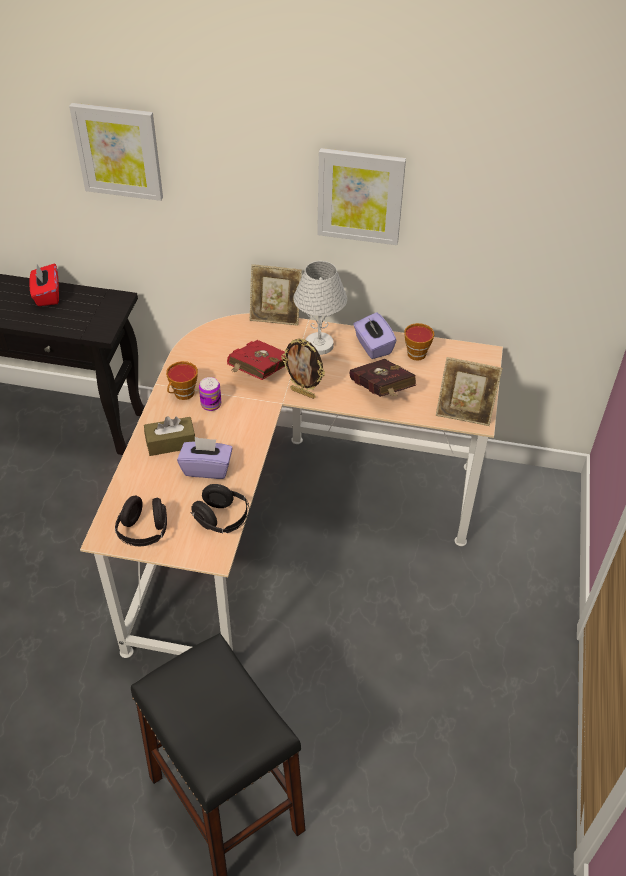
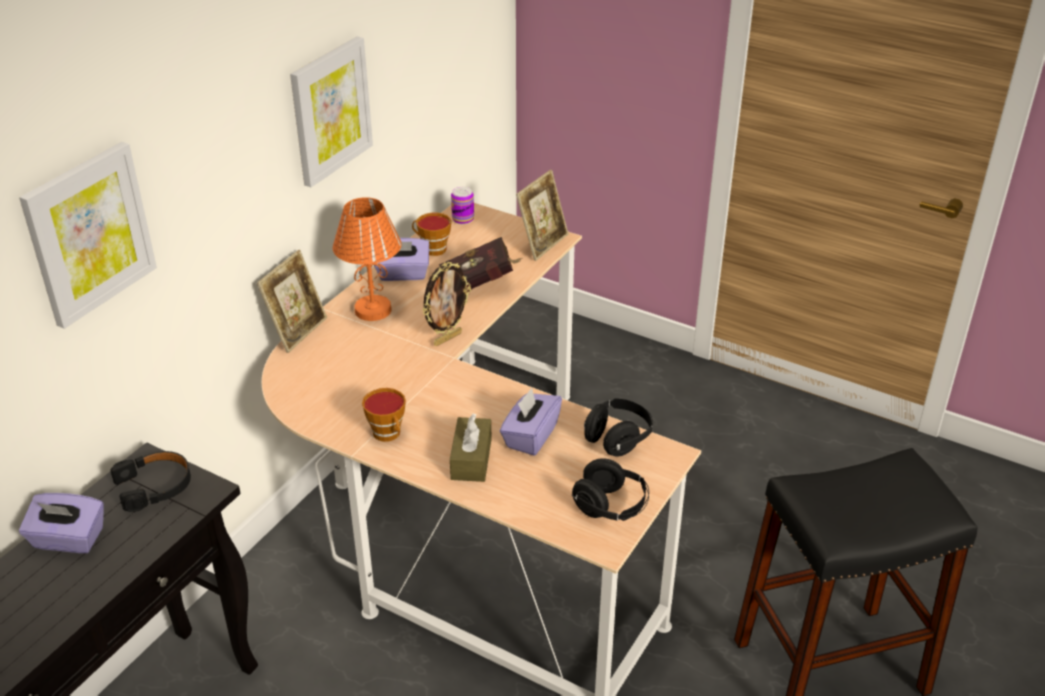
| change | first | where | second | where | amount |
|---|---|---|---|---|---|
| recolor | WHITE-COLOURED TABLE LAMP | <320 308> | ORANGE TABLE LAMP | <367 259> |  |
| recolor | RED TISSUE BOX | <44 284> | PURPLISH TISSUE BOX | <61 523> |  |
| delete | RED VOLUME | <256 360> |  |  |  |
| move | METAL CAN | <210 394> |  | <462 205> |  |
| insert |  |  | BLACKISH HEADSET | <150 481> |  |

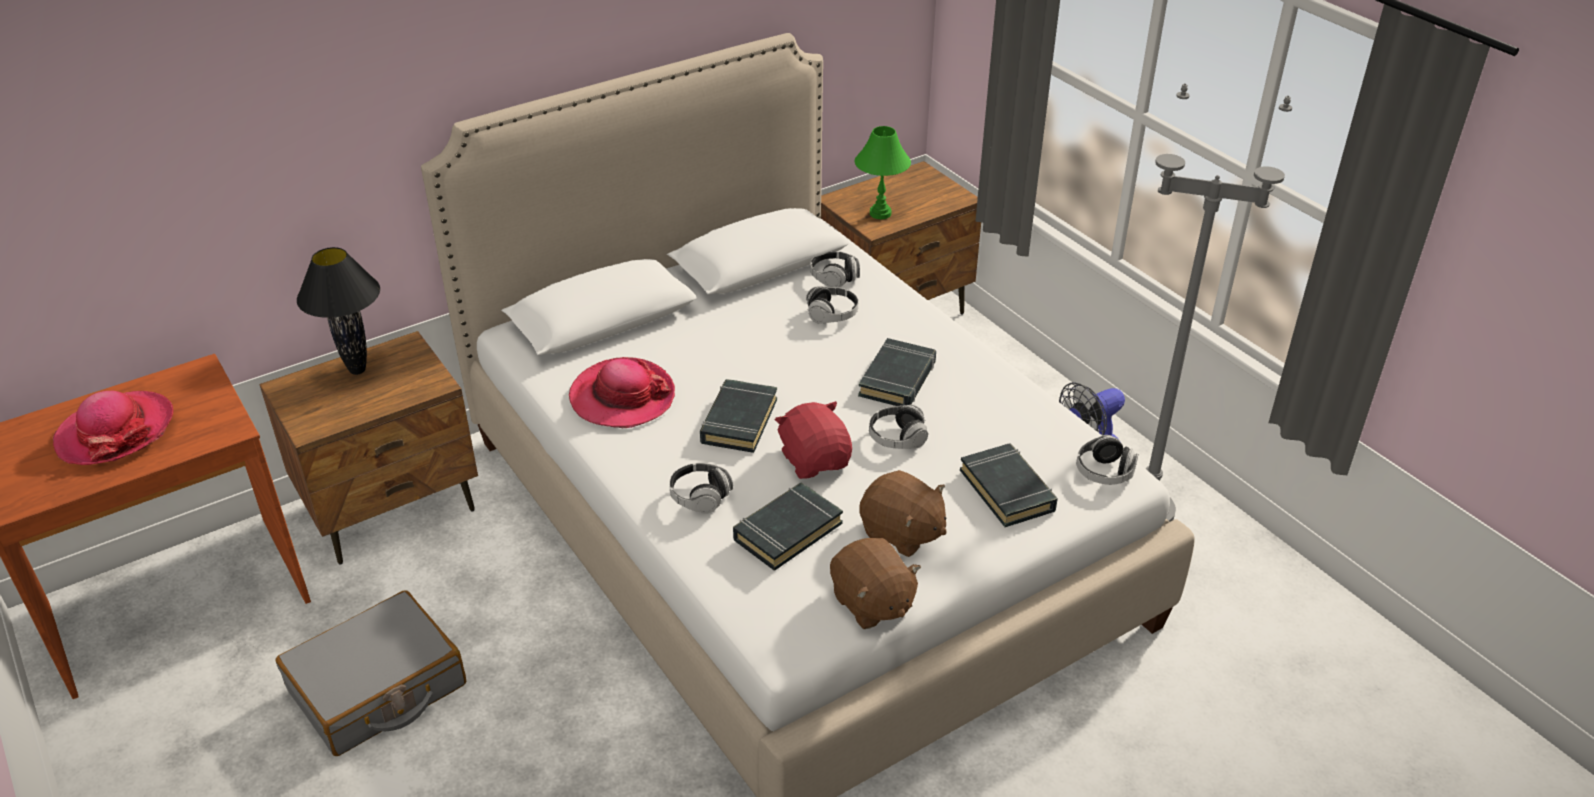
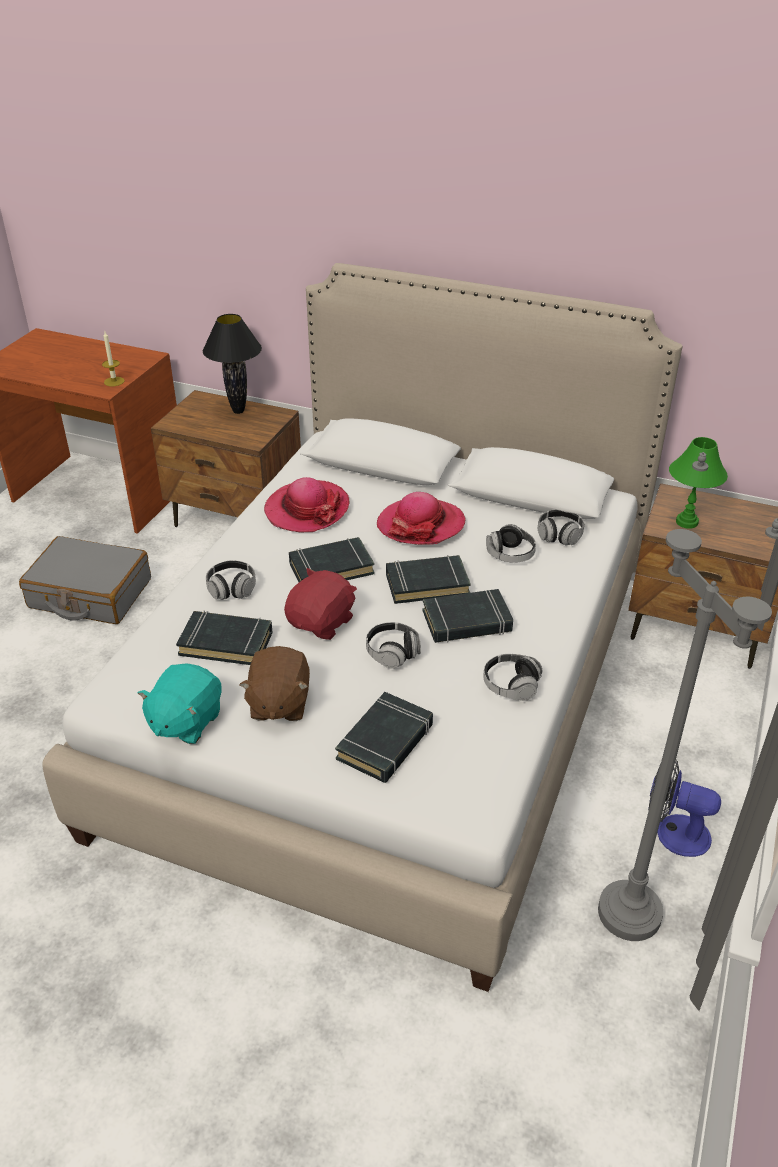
| change | first | where | second | where | amount |
|---|---|---|---|---|---|
| move | CLOTHING HAT | <113 428> |  | <421 518> |  |
| move | HEADSET | <1107 460> |  | <512 677> |  |
| recolor | BROWN-COLOURED CUDDLY TOY | <875 583> | TURQUOISE CUDDLY TOY | <180 703> |  |
| insert |  |  | CANDLE | <113 359> |  |
| insert |  |  | BLACKISH VOLUME | <428 579> |  |

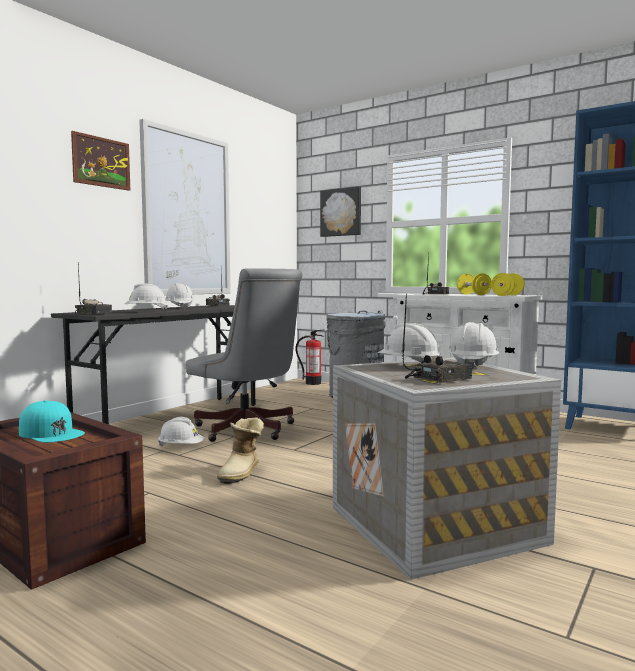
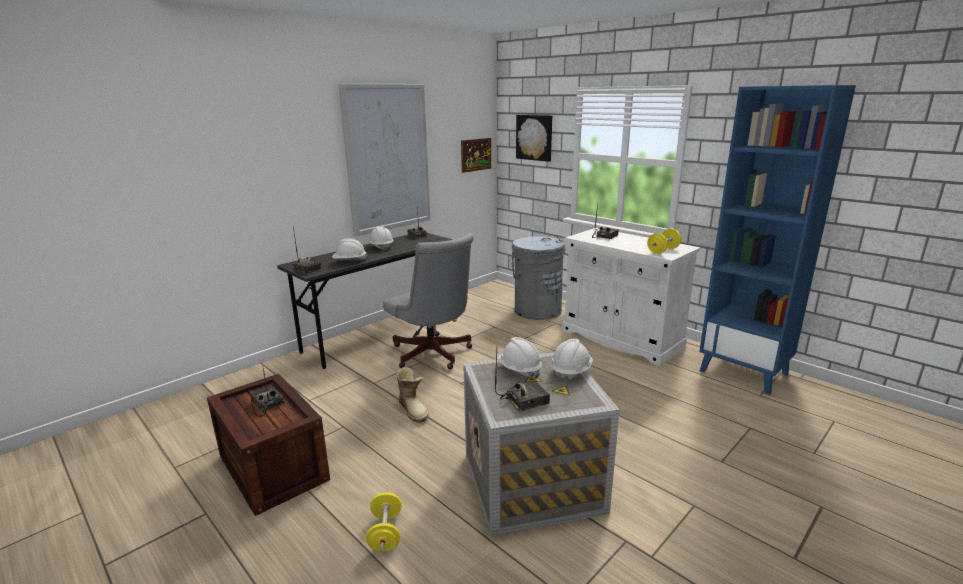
| change | first | where | second | where | amount |
|---|---|---|---|---|---|
| move | WALL ART | <100 161> |  | <476 155> |  |
| move | YELLOW-COLOURED DUMBBELL | <474 284> |  | <384 521> |  |
| delete | FIRE EXTINGUISHER | <310 357> |  |  |  |
| replace | TURQUOISE PEAKED CAP | <52 421> | RADIO RECEIVER | <267 392> |  |
| delete | WHITE-COLOURED SAFETY HELMET | <181 431> |  |  |  |
| rotate | BOOT | <240 451> |  | <412 395> | 60 degrees counterclockwise |

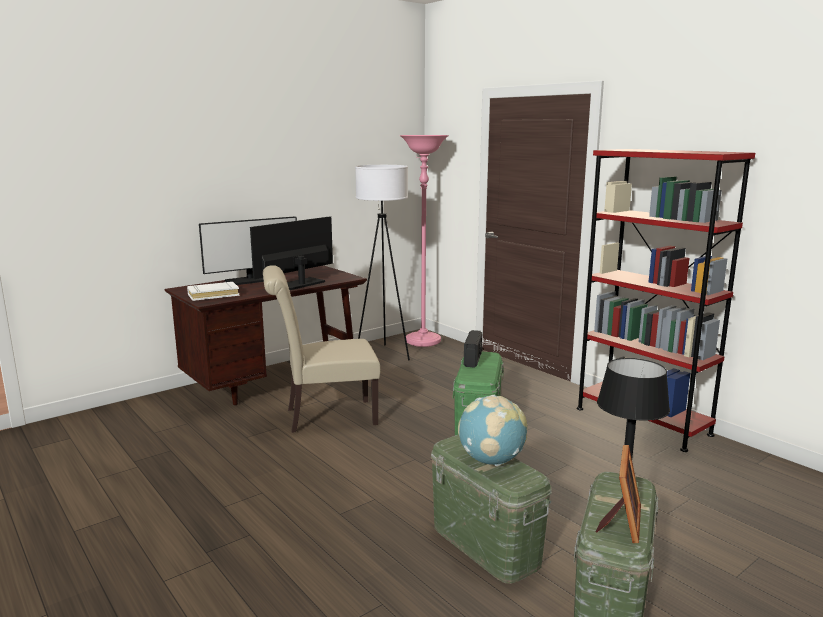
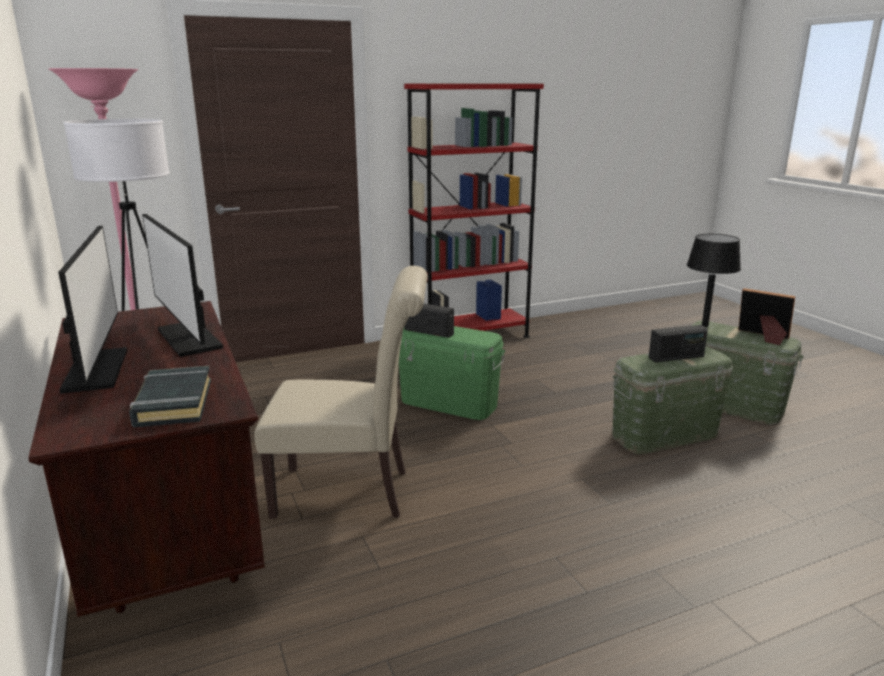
| change | first | where | second | where | amount |
|---|---|---|---|---|---|
| rotate | SAND-COLOURED CHAIR | <322 349> |  | <341 392> | 90 degrees counterclockwise |
| recolor | WHITE-COLOURED VOLUME | <213 291> | BLACKISH VOLUME | <170 396> |  |
| replace | DESK GLOBE | <492 430> | RADIO RECEIVER | <678 343> |  |

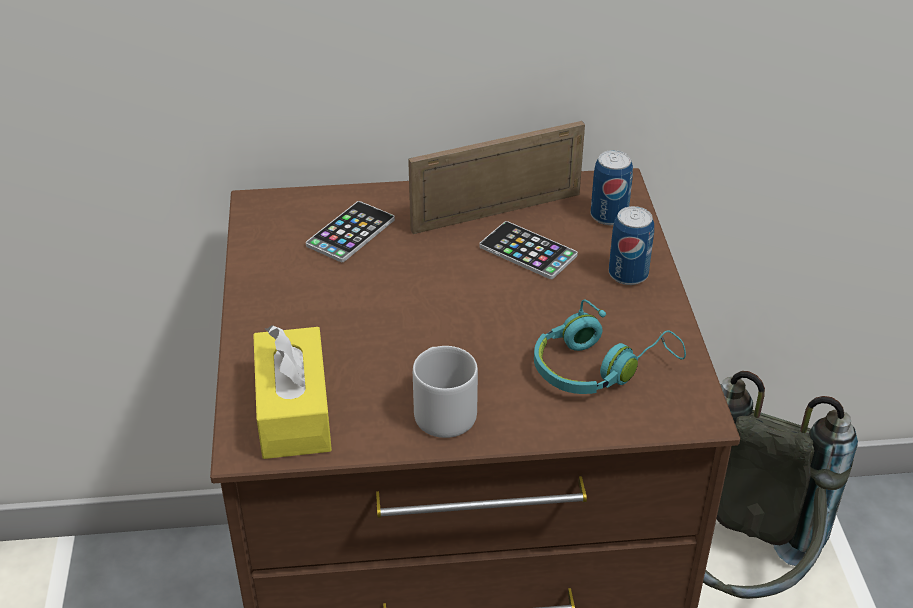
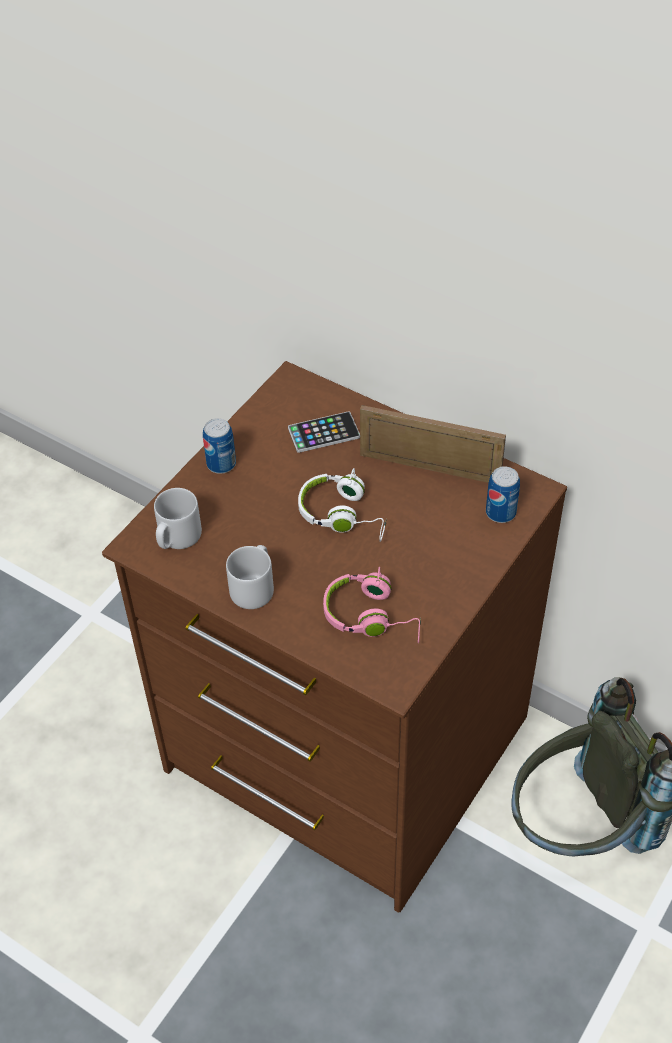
| change | first | where | second | where | amount |
|---|---|---|---|---|---|
| move | METAL CAN | <631 245> |  | <219 446> |  |
| delete | PHONE | <528 250> |  |  |  |
| recolor | TURQUOISE HEADSET | <610 346> | PINK HEADSET | <372 605> |  |
| replace | YELLOW-COLOURED TISSUE BOX | <292 392> | GREY TEA MUG | <178 518> |  |
| insert |  |  | WHITE-COLOURED HEADSET | <342 505> |  |

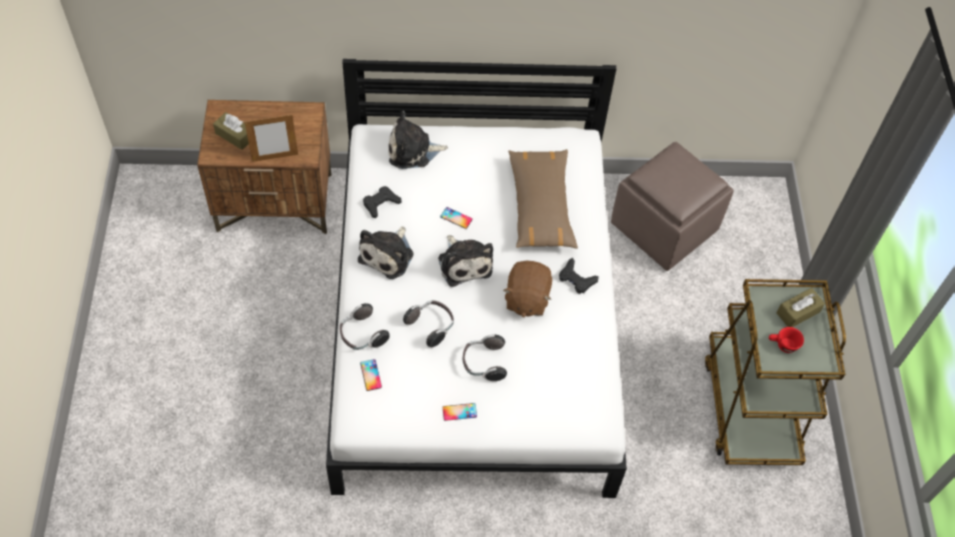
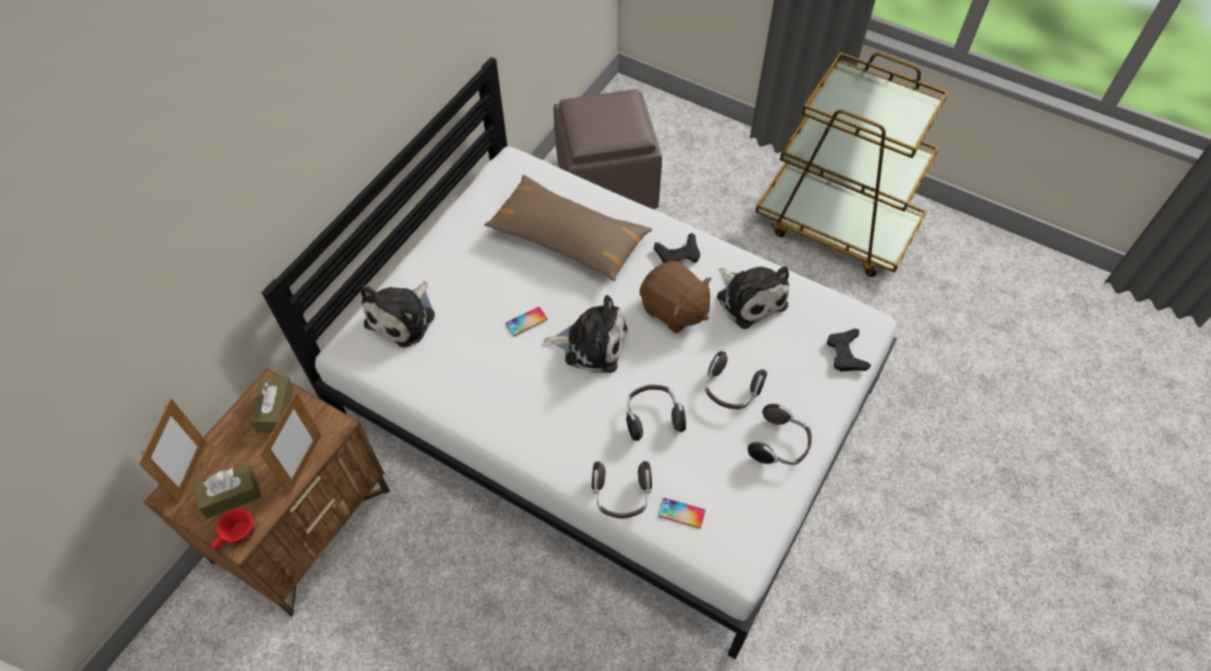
| change | first | where | second | where | amount |
|---|---|---|---|---|---|
| move | BLACKISH JOYPAD | <382 202> |  | <849 350> |  |
| move | CUDDLY TOY | <386 252> |  | <753 297> |  |
| move | BROWN-COLOURED TISSUE BOX | <800 307> |  | <272 404> |  |
| move | RED CUP | <786 340> |  | <233 528> |  |
| replace | PHONE | <460 412> | HEADSET | <780 434> |  |
| insert |  |  | PICTURE FRAME | <173 451> |  |

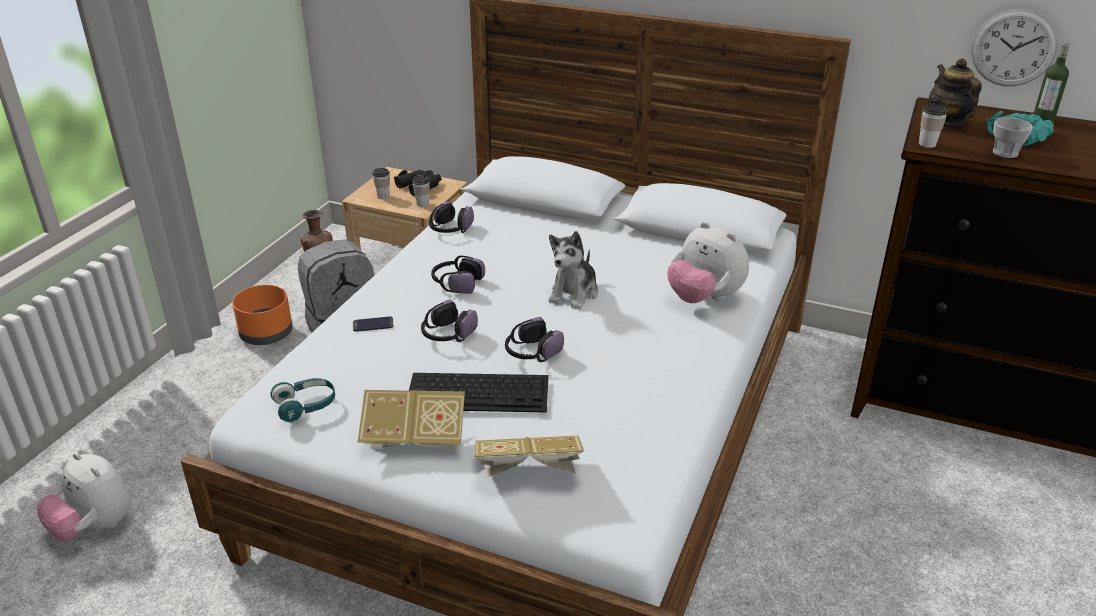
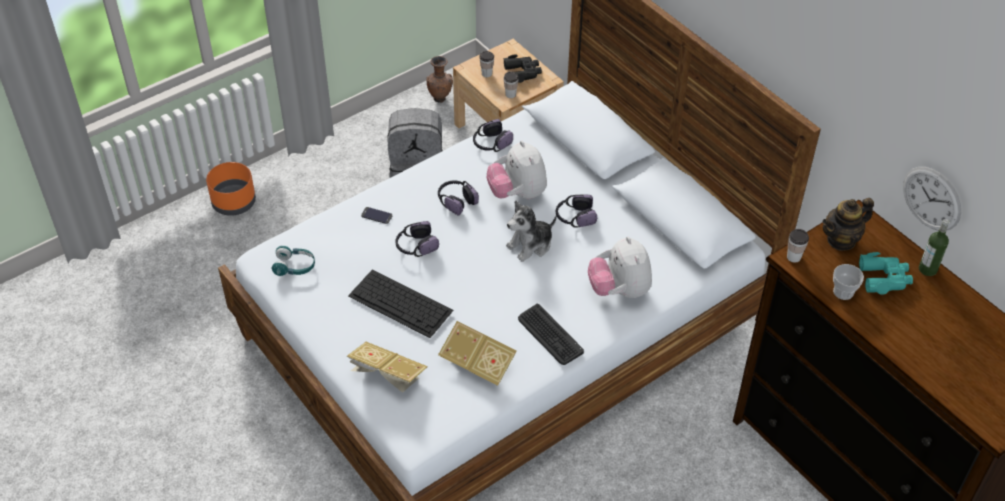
| change | first | where | second | where | amount |
|---|---|---|---|---|---|
| rotate | TEA POT | <955 93> |  | <848 224> | 135 degrees counterclockwise |
| move | ORANGE FLOWER POT | <262 315> |  | <231 189> |  |
| move | HEADSET | <534 339> |  | <576 211> |  |
| move | VOLUME | <411 420> |  | <477 353> |  |
| move | CUDDLY TOY | <84 496> |  | <517 170> |  |
| insert |  |  | COMPUTER KEYBOARD | <551 334> |  |

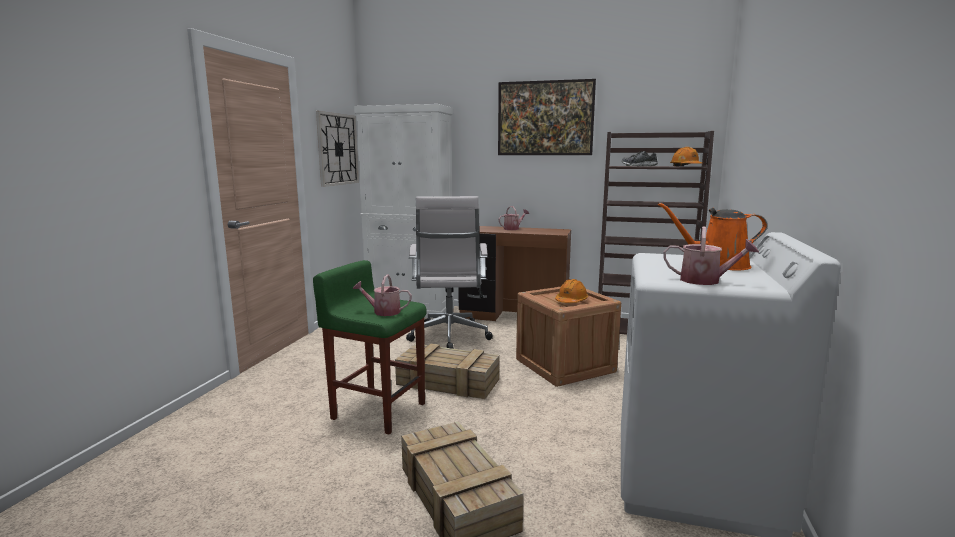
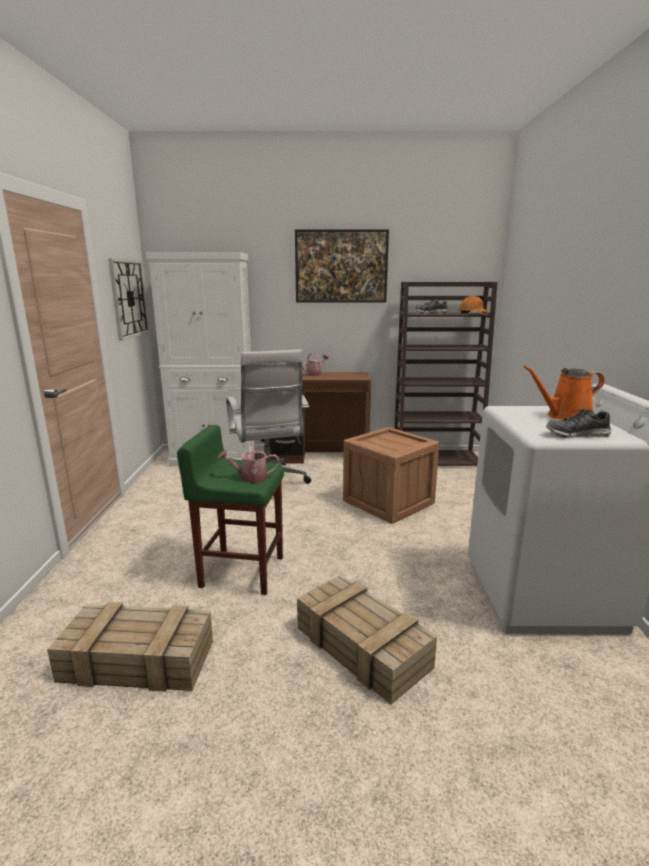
| change | first | where | second | where | amount |
|---|---|---|---|---|---|
| replace | WATERING POT | <711 256> | ITEM OF FOOTWEAR | <579 423> |  |
| delete | ORANGE SAFETY HELMET | <571 291> |  |  |  |
| move | CRATE | <447 371> |  | <130 647> |  |

